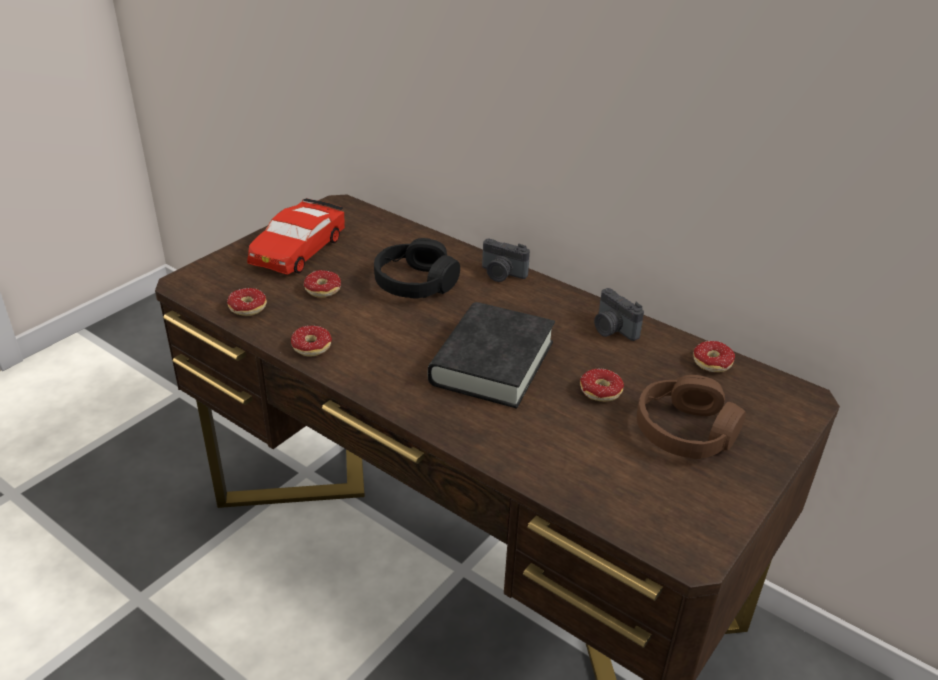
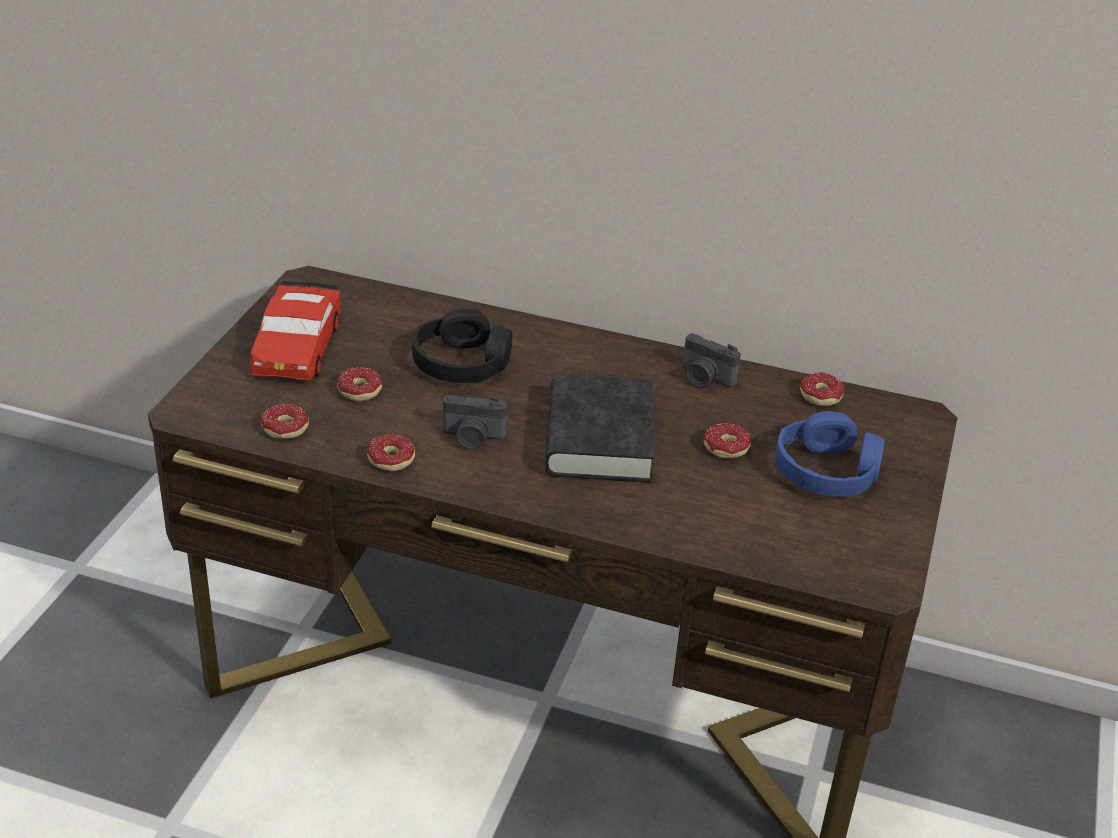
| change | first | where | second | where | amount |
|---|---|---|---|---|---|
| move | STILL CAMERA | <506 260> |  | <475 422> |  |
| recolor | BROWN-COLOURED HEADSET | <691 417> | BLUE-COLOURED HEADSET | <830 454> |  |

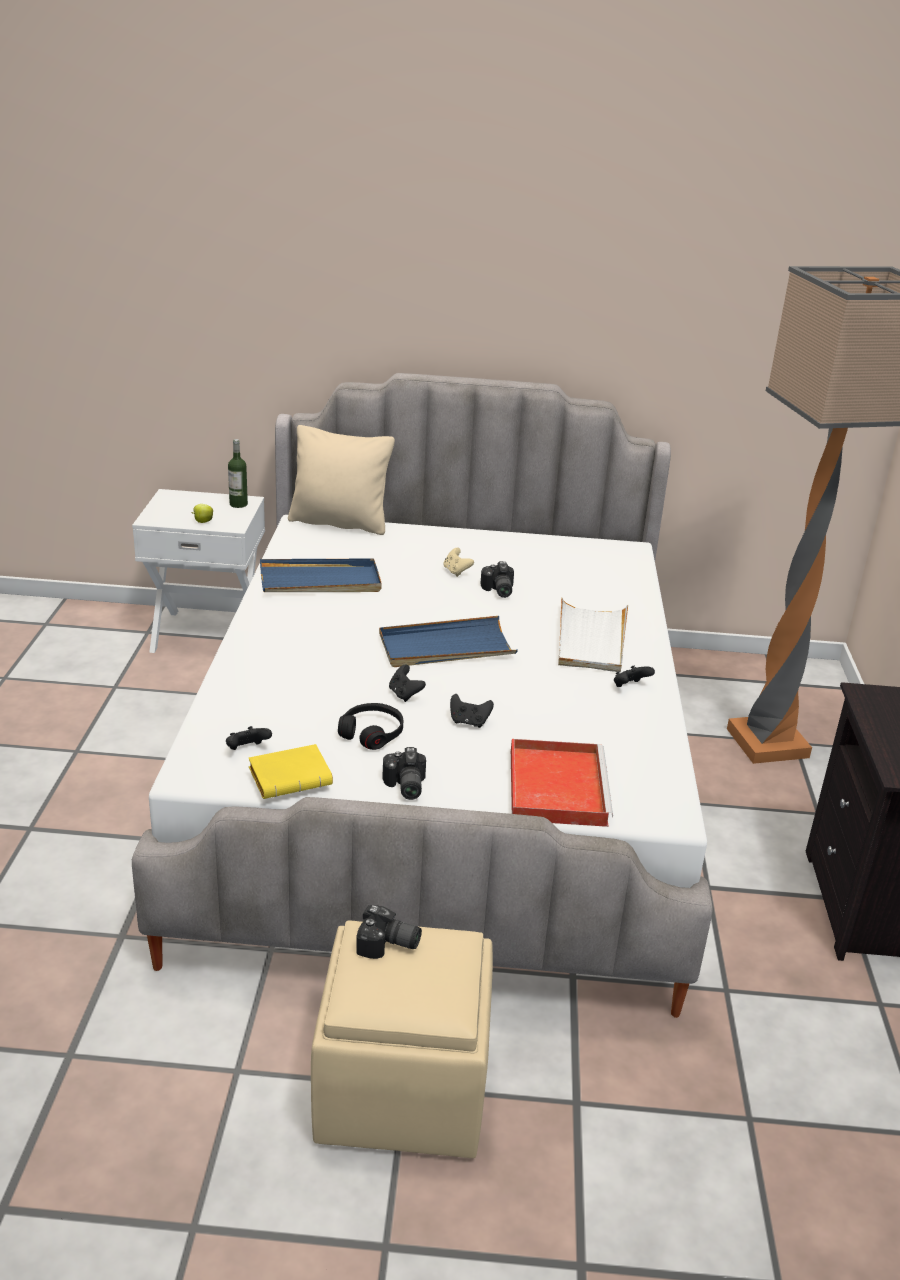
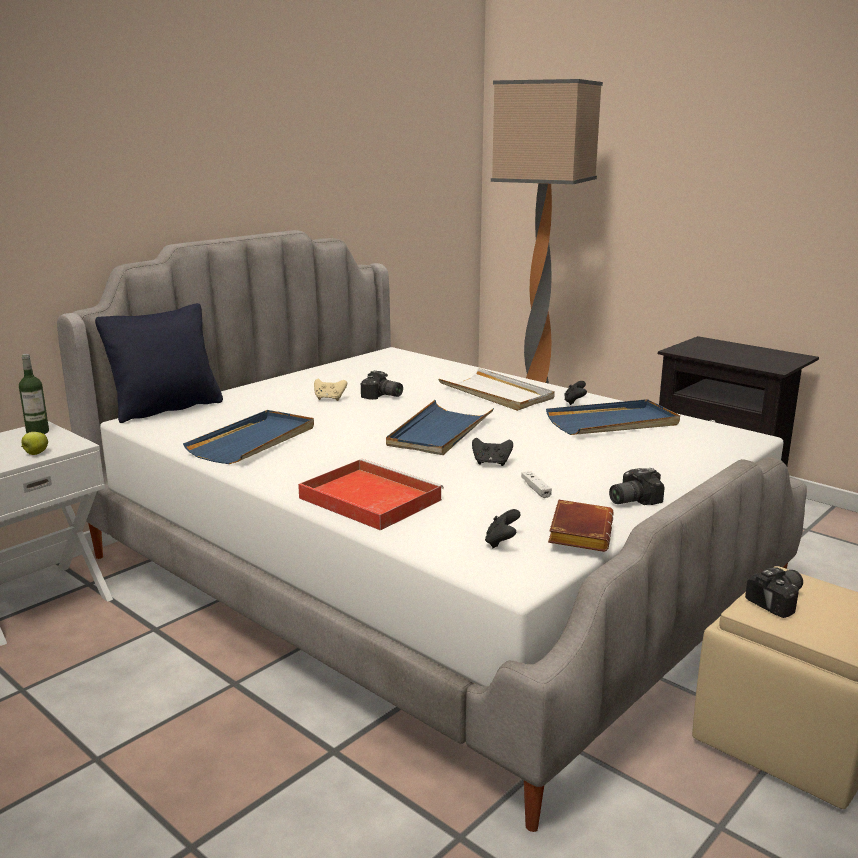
| change | first | where | second | where | amount |
|---|---|---|---|---|---|
| recolor | SAND-COLOURED THROW PILLOW | <341 480> | BLACKISH THROW PILLOW | <159 363> |  |
| delete | BLACKISH JOYPAD | <472 711> |  |  |  |
| replace | BLACKISH HEADSET | <370 726> | WHITE-COLOURED JOYPAD | <536 484> |  |
| move | RED CARRYING TRAY | <562 783> |  | <371 494> |  |
| recolor | YELLOW-COLOURED VOLUME | <290 771> | BROWN-COLOURED VOLUME | <580 526> |  |
| rotate | STILL CAMERA | <404 773> |  | <637 486> | 120 degrees clockwise |
| insert |  |  | BLUE-COLOURED CARRYING TRAY | <613 417> |  |

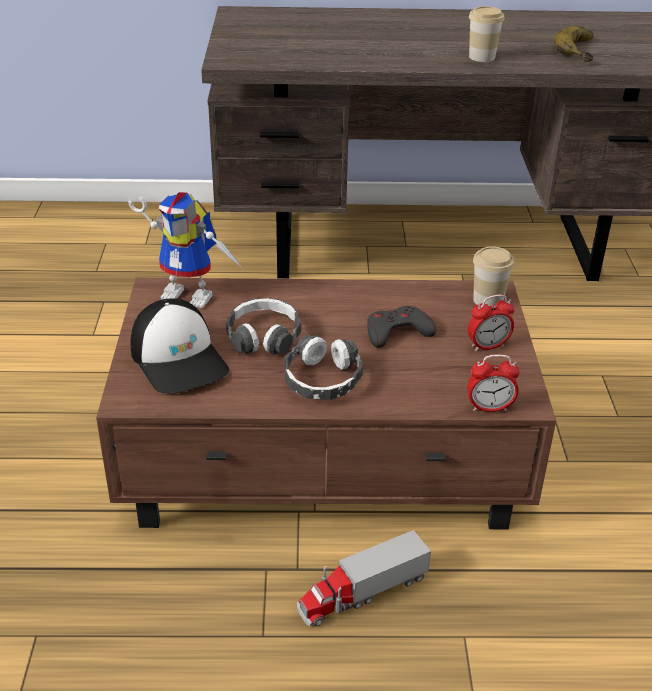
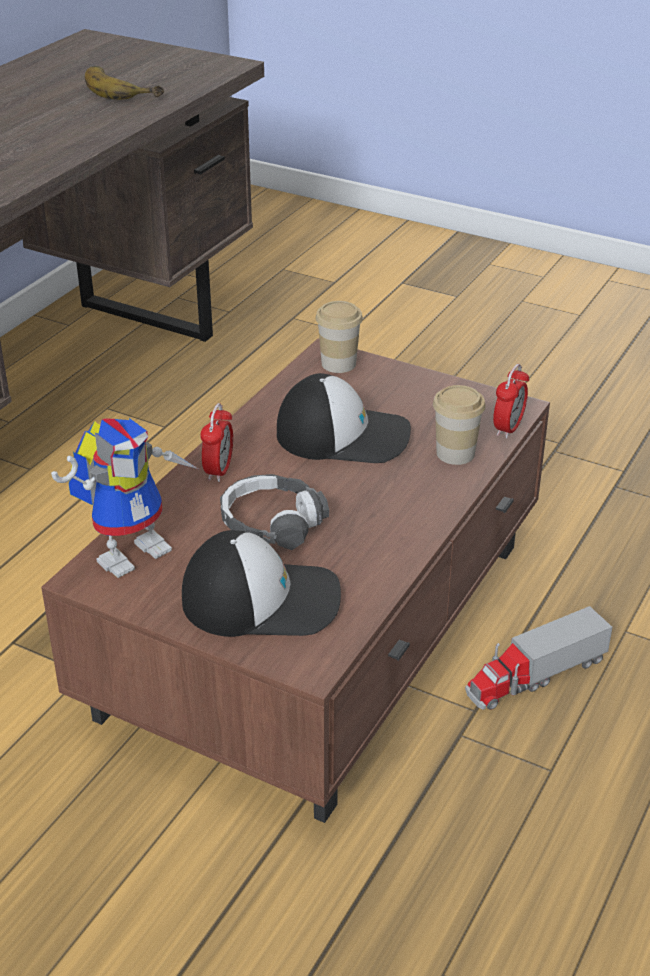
| change | first | where | second | where | amount |
|---|---|---|---|---|---|
| move | CUP | <486 34> |  | <459 425> |  |
| move | BEDSIDE CLOCK | <491 323> |  | <216 442> |  |
| replace | GREY JOYPAD | <401 327> | PEAKED CAP | <344 418> |  |
| delete | HEADSET | <323 367> |  |  |  |
| rotate | MODEL TRUCK | <364 578> |  | <538 658> | 60 degrees clockwise |

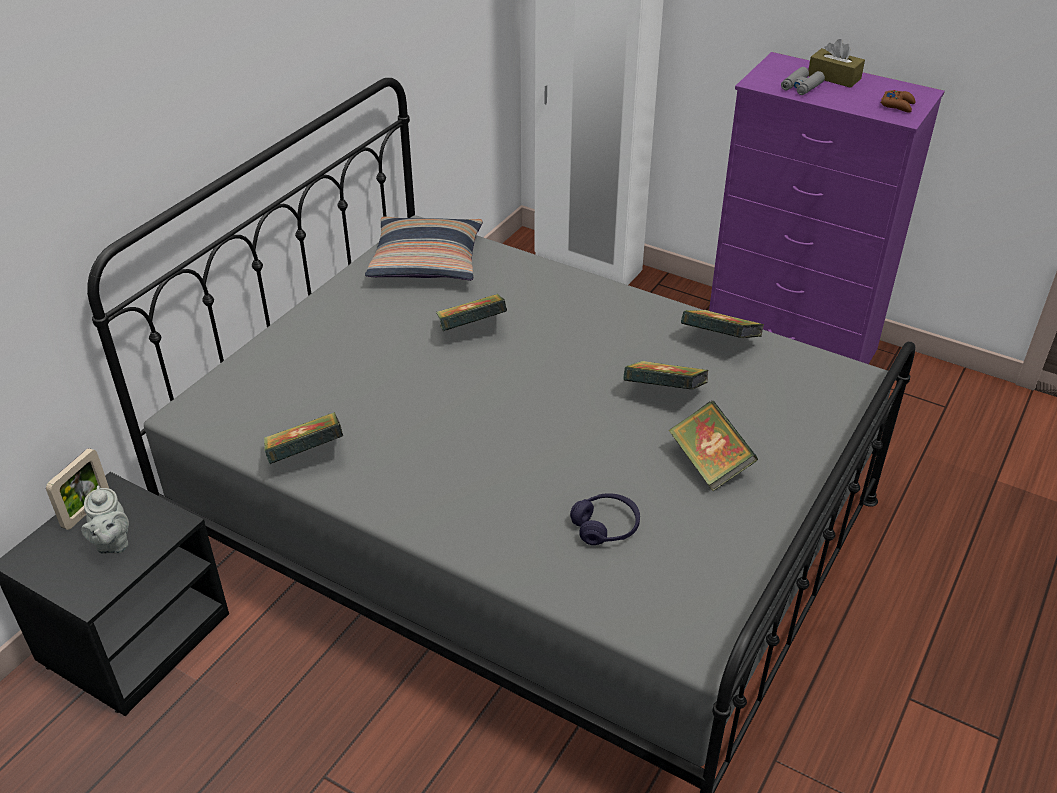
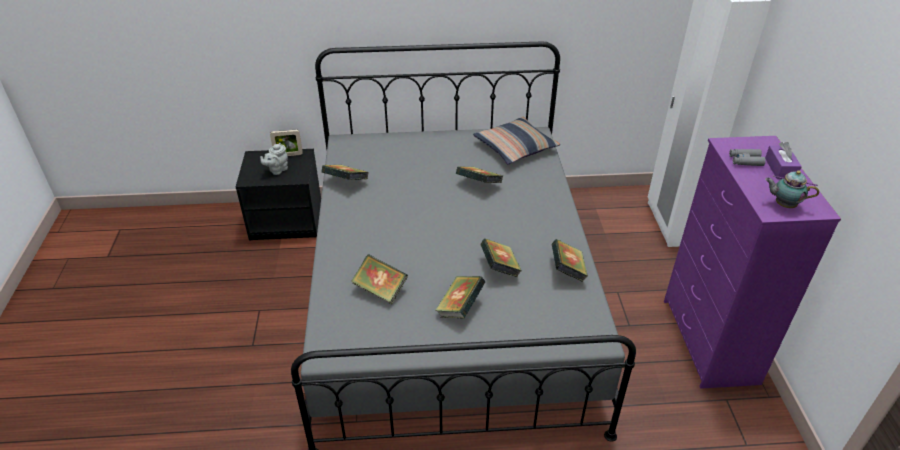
| change | first | where | second | where | amount |
|---|---|---|---|---|---|
| recolor | BROWN-COLOURED TISSUE BOX | <836 63> | PURPLISH TISSUE BOX | <783 160> |  |
| replace | BROWN-COLOURED JOYPAD | <898 101> | TEA POT | <792 189> |  |
| replace | PURPLISH HEADSET | <605 519> | VOLUME | <379 279> |  |

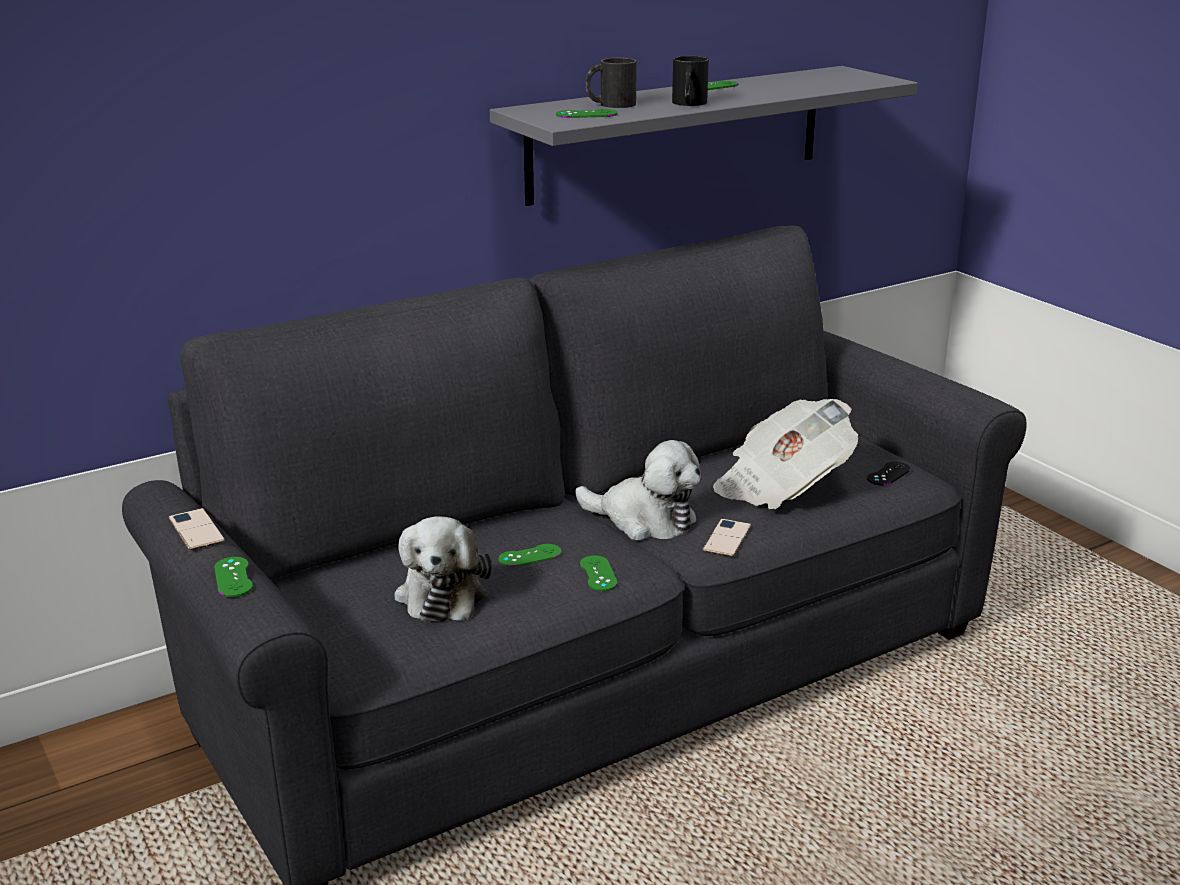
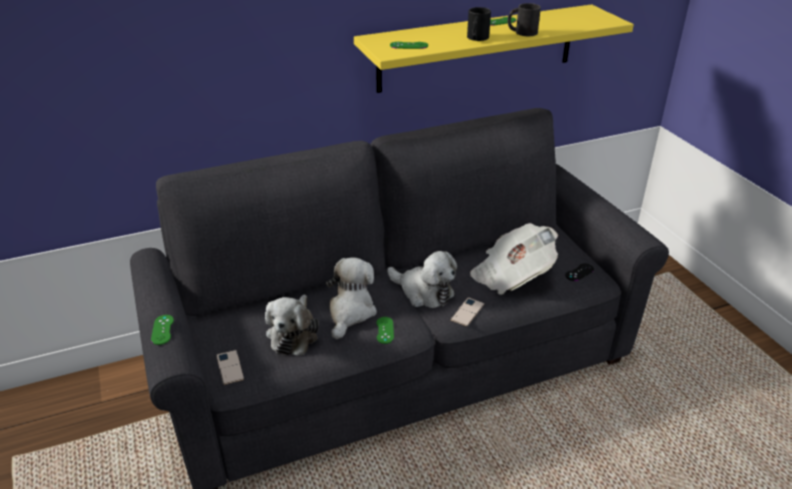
| change | first | where | second | where | amount |
|---|---|---|---|---|---|
| move | BLACKISH TEA MUG | <611 83> |  | <524 19> |  |
| recolor | GREY BRACKET SHELF | <704 136> | YELLOW-COLOURED BRACKET SHELF | <494 48> |  |
| move | PHONE | <197 529> |  | <230 367> |  |
| replace | GREEN-COLOURED JOYPAD | <530 555> | CUDDLY TOY | <351 298> |  |

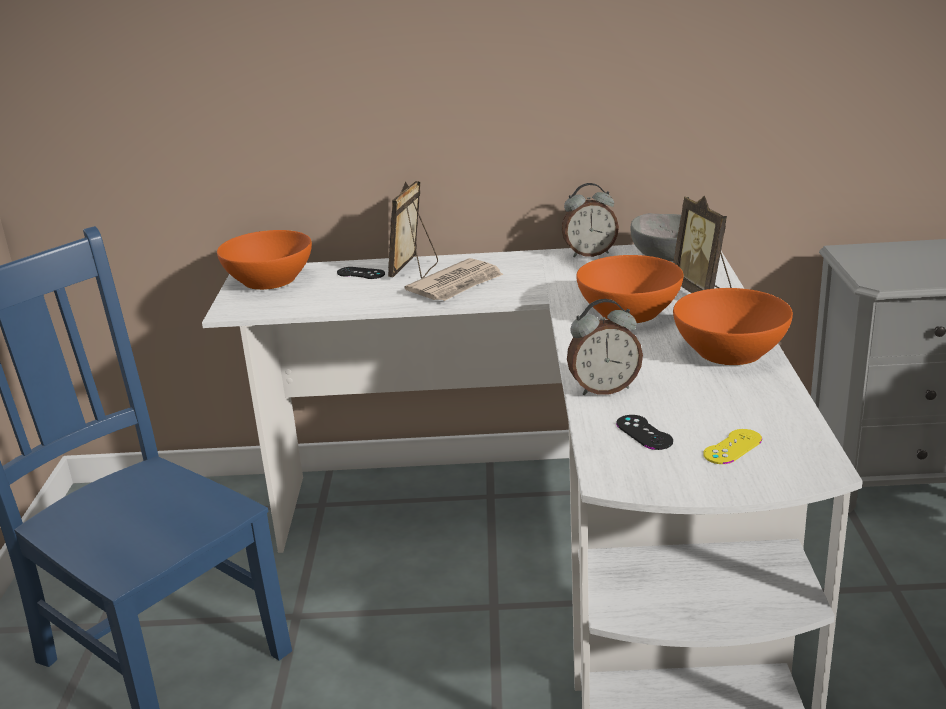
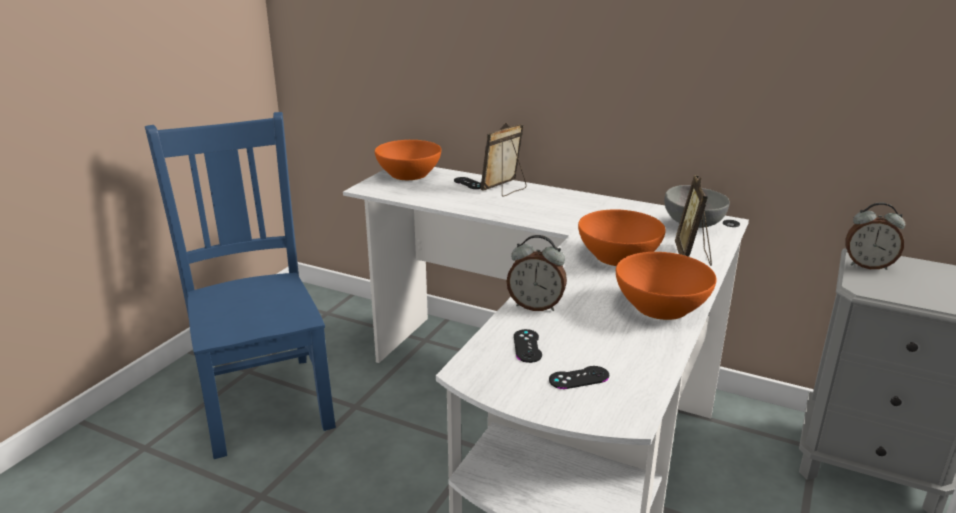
| change | first | where | second | where | amount |
|---|---|---|---|---|---|
| move | BEDSIDE CLOCK | <590 220> |  | <875 236> |  |
| delete | NEWSPAPER | <453 279> |  |  |  |
| recolor | YELLOW-COLOURED JOYPAD | <732 446> | BLACKISH JOYPAD | <579 377> |  |

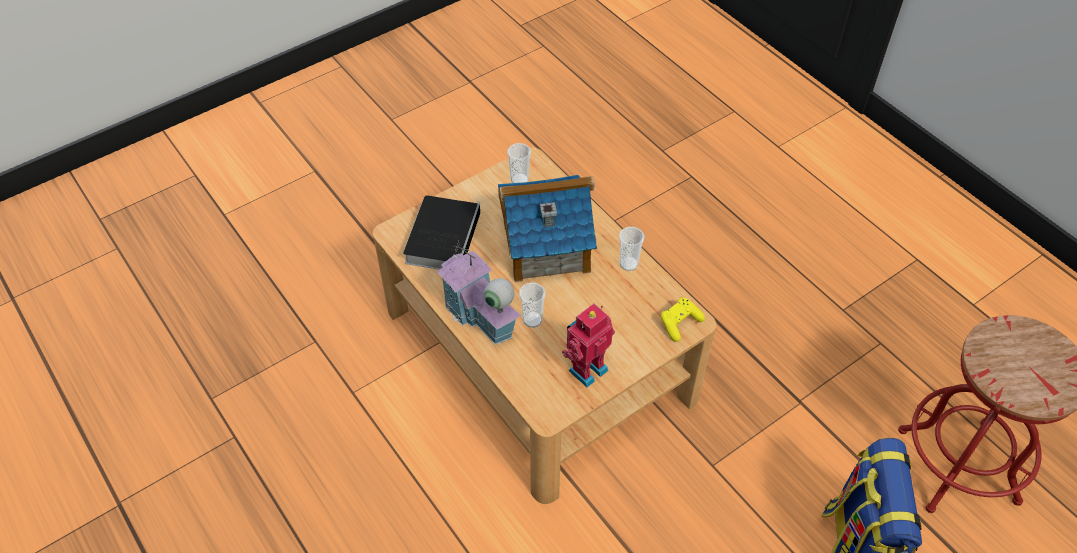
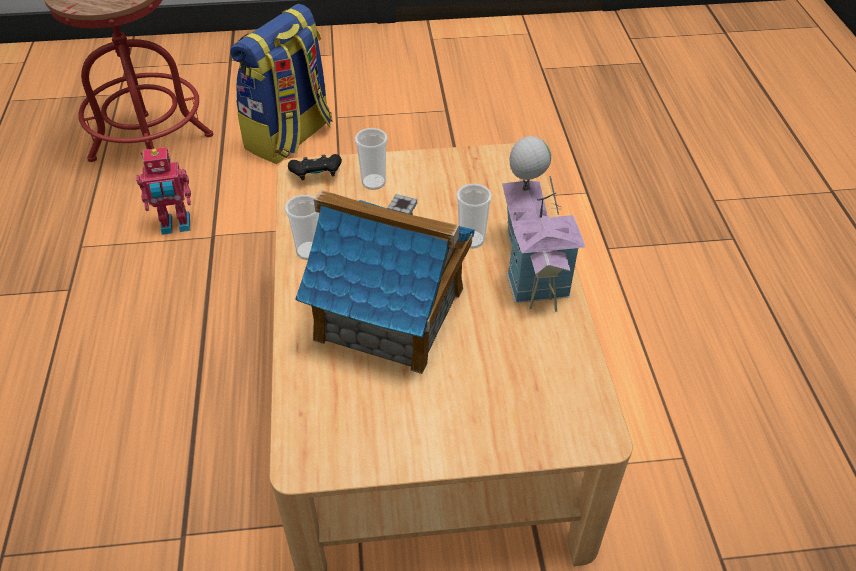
| change | first | where | second | where | amount |
|---|---|---|---|---|---|
| move | CUP | <519 163> |  | <371 159> |  |
| delete | VOLUME | <441 232> |  |  |  |
| recolor | YELLOW-COLOURED JOYPAD | <683 320> | BLACKISH JOYPAD | <315 167> |  |
| move | TOY ROBOT | <588 345> |  | <163 191> |  |

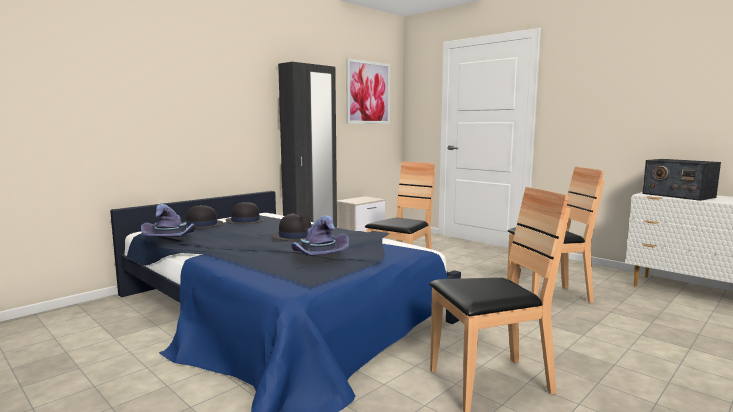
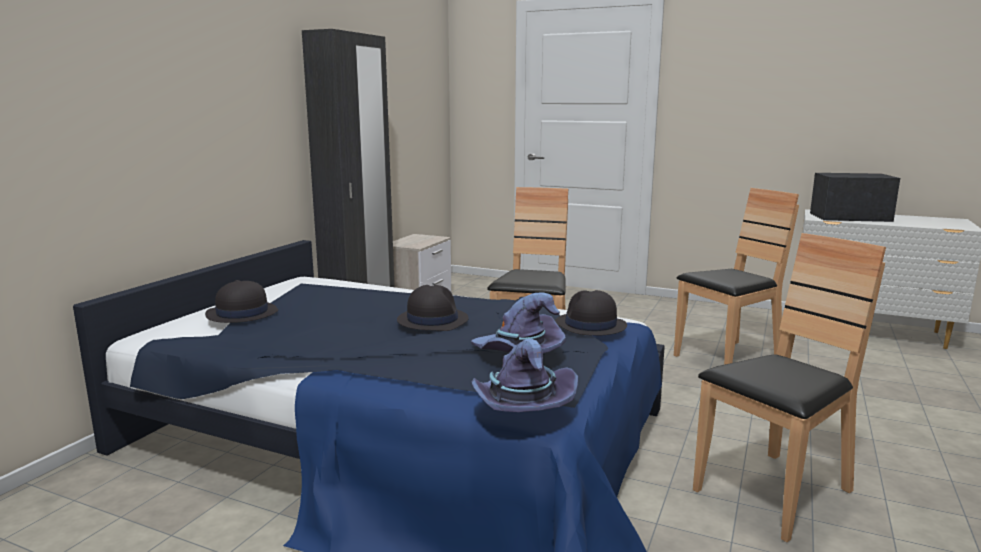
| change | first | where | second | where | amount |
|---|---|---|---|---|---|
| delete | WALL ART | <368 91> |  |  |  |
| rotate | RADIO RECEIVER | <681 180> |  | <855 197> | 150 degrees clockwise |
| move | BLACKISH CLOTHING HAT | <245 213> |  | <591 313> |  |
| move | PURPLISH CLOTHING HAT | <168 220> |  | <525 375> |  |

